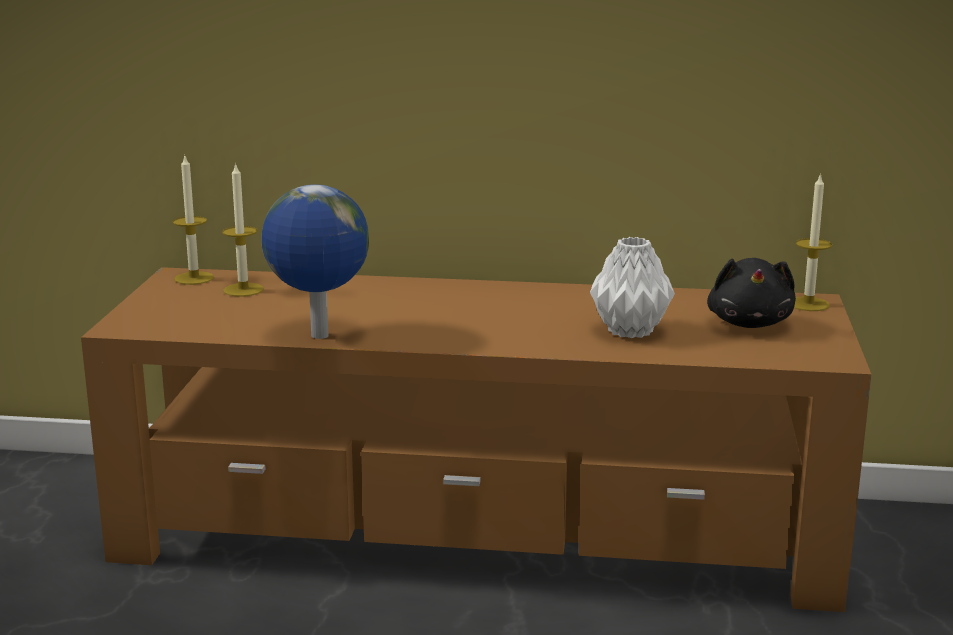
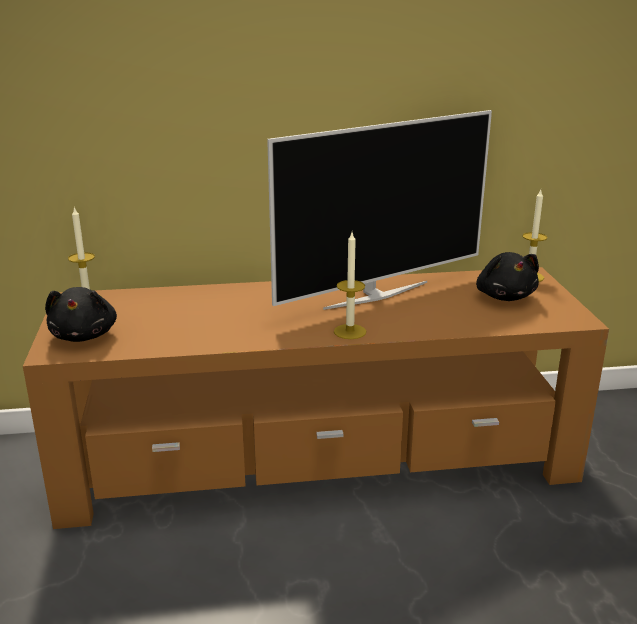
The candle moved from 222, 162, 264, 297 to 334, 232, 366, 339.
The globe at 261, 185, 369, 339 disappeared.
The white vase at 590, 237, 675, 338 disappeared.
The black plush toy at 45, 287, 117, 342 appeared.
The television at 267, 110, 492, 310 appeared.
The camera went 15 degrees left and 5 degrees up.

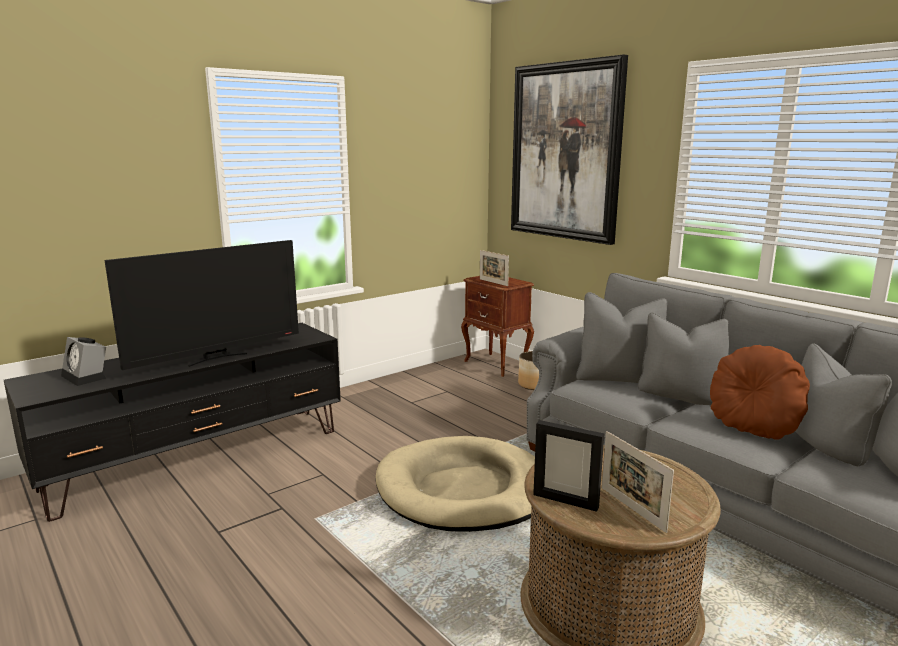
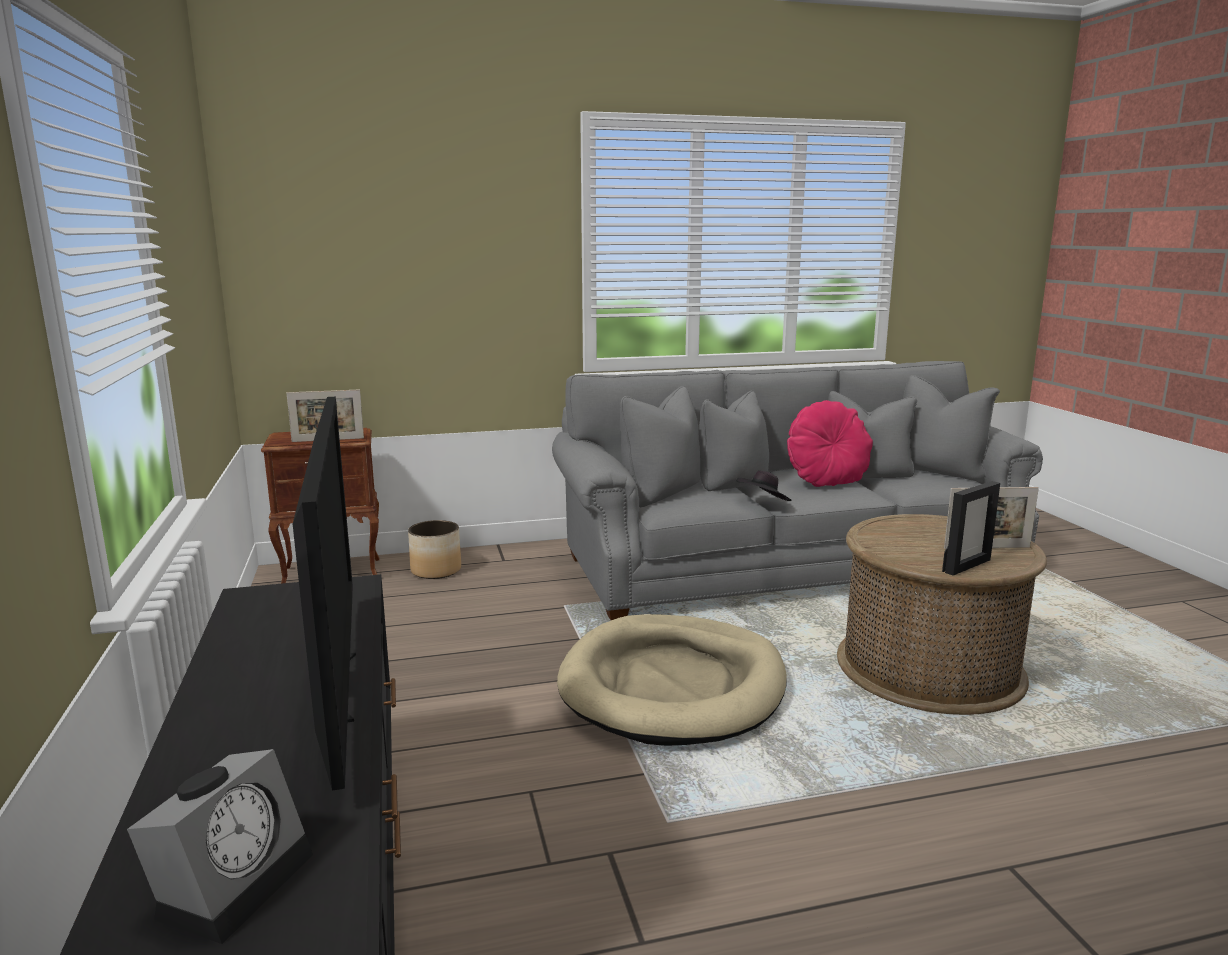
The alarm clock at 61, 337, 106, 386 turned 45 degrees counterclockwise.
The picture at 511, 54, 628, 245 disappeared.
The brown pillow at 710, 345, 810, 440 became the pink pillow at 787, 400, 873, 487.
The black hat at 736, 471, 792, 501 appeared.
The camera went 65 degrees left and 0 degrees up.

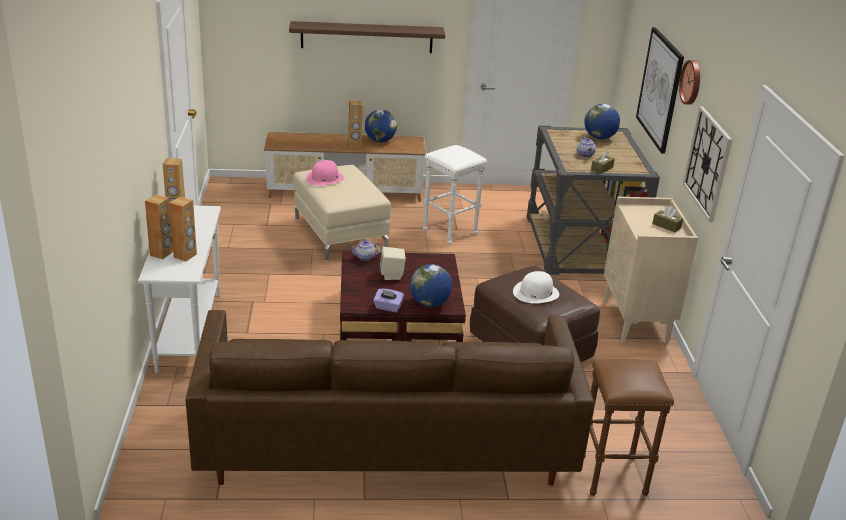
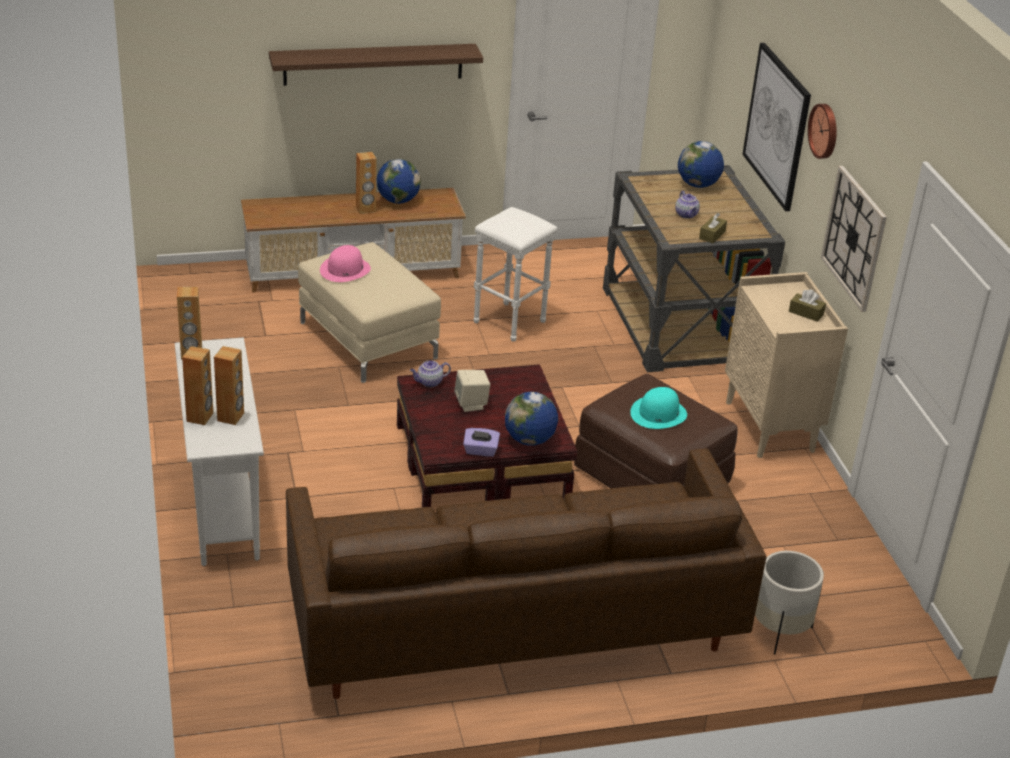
The white hat at 513, 271, 559, 303 became the turquoise hat at 630, 387, 687, 429.
The brown stool at 584, 359, 674, 496 was replaced by the white planter at 755, 551, 824, 654.
The camera went 10 degrees left and 5 degrees up.

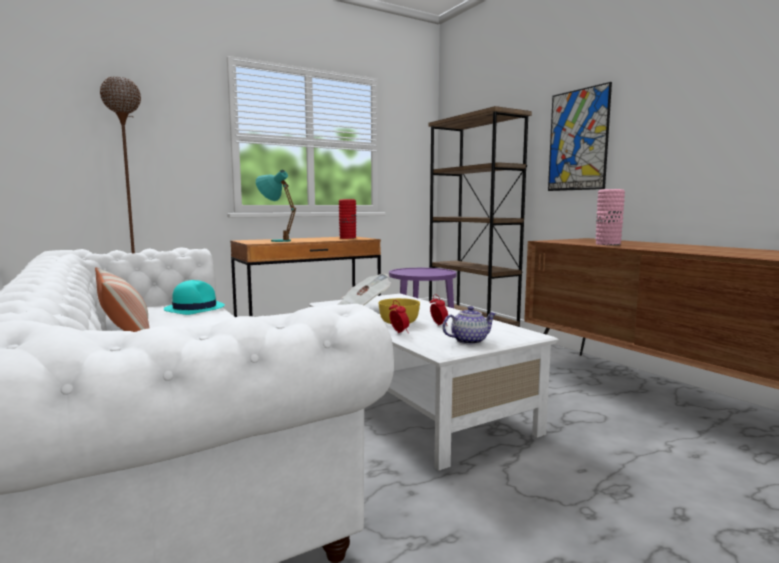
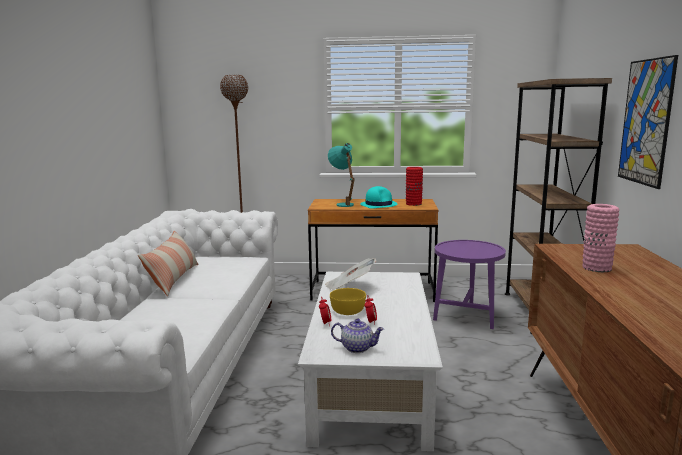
The turquoise hat moved from 164, 280, 225, 315 to 360, 186, 397, 209.
The camera went 35 degrees right and 5 degrees up.

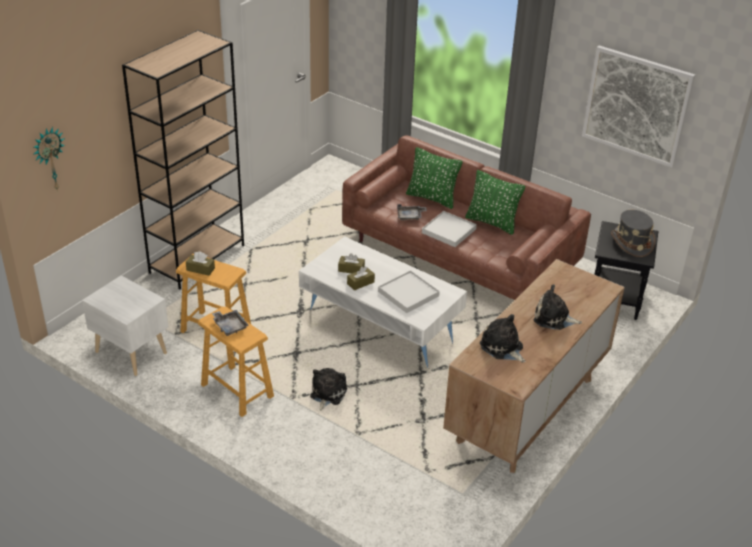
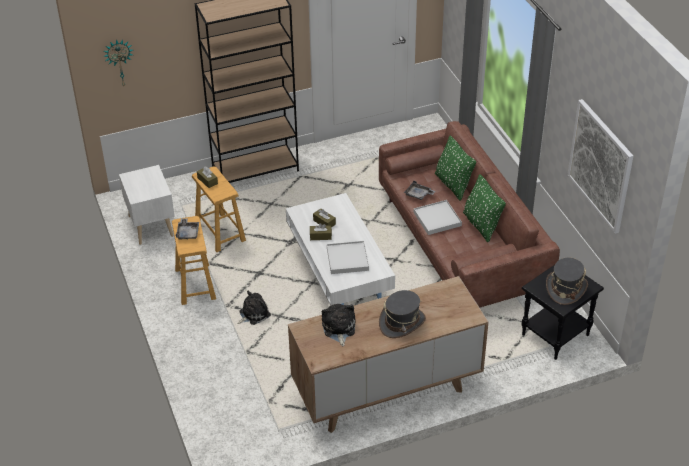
The plush toy at 534, 285, 582, 330 was replaced by the grey hat at 379, 290, 426, 338.
The camera went 35 degrees right and 5 degrees up.

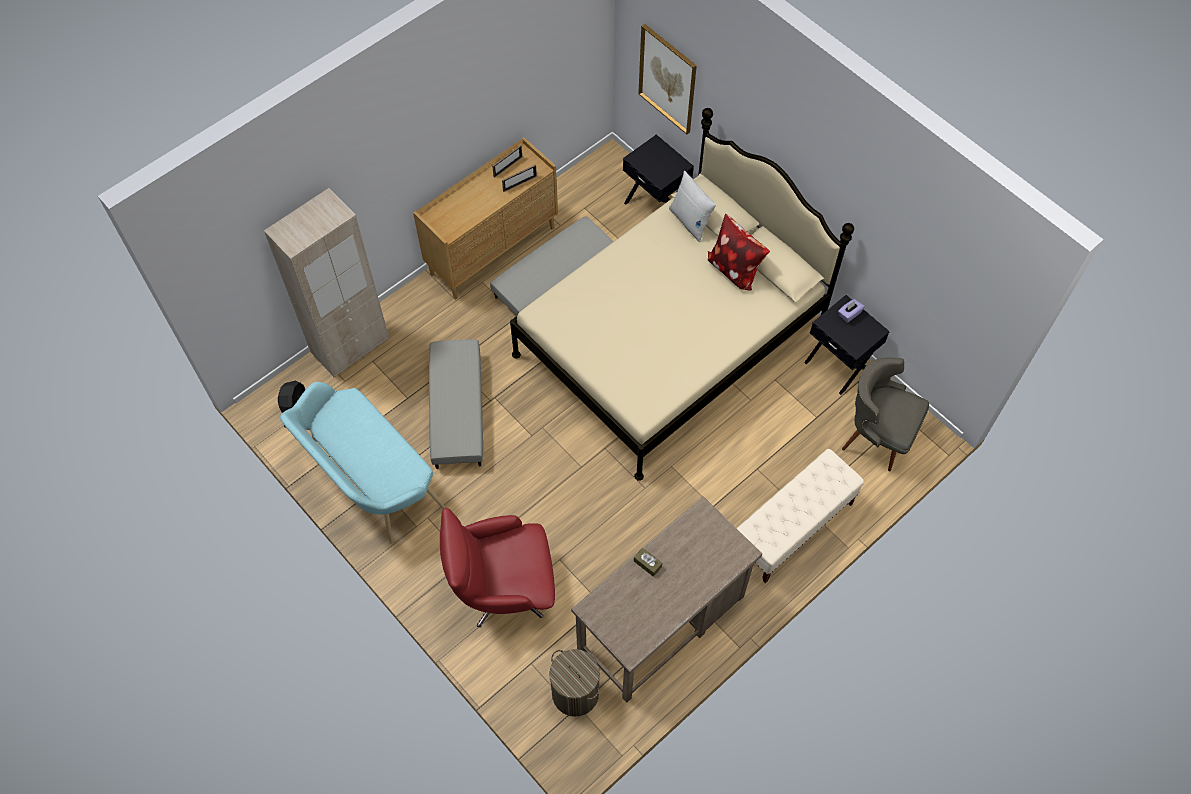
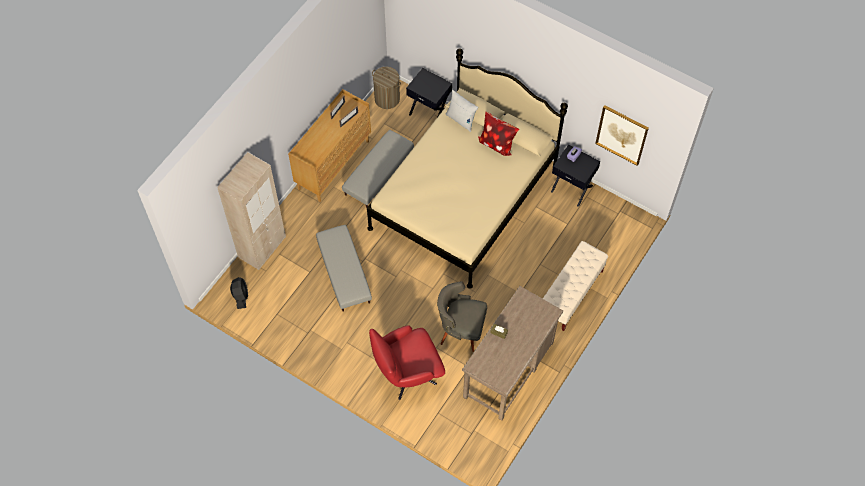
The turquoise bench at 280, 382, 445, 544 disappeared.
The laundry basket moved from 549, 649, 600, 717 to 372, 67, 401, 109.
The picture moved from 638, 24, 697, 134 to 595, 105, 649, 166.
The grey chair moved from 842, 358, 929, 471 to 437, 281, 487, 352.
The camera went 15 degrees left and 0 degrees up.

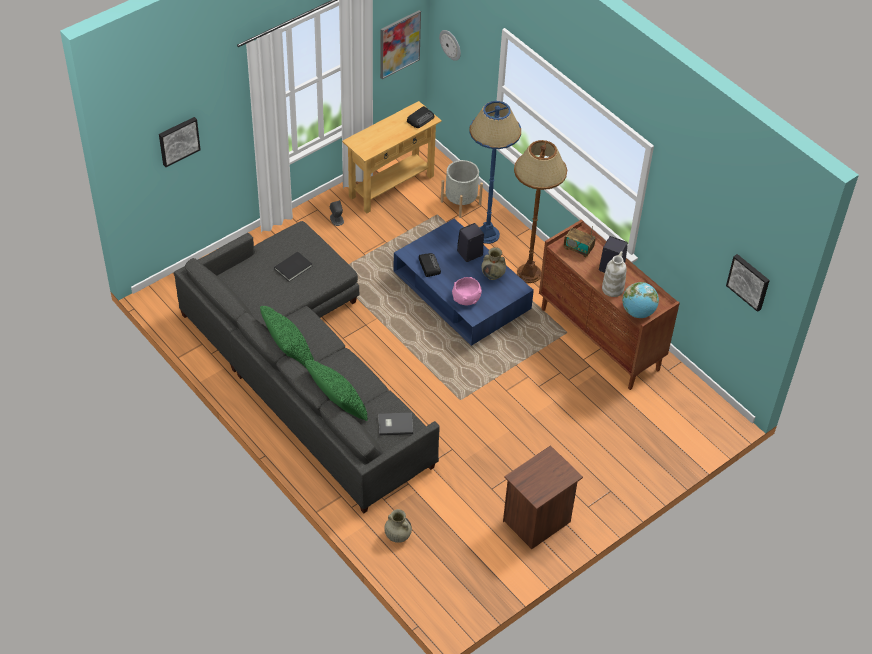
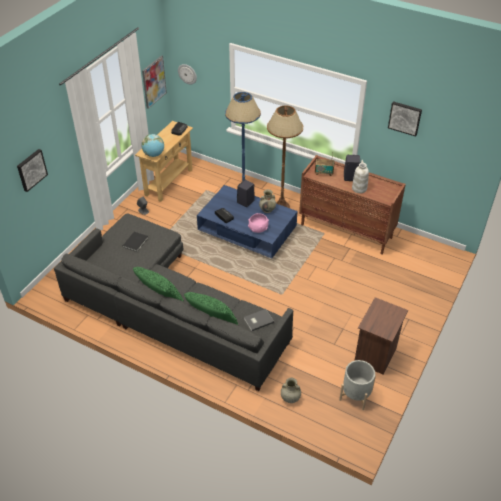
The grey planter moved from 441, 160, 483, 218 to 339, 360, 376, 410.
The globe moved from 622, 282, 659, 318 to 142, 134, 164, 157.
The picture moved from 726, 254, 770, 312 to 388, 101, 422, 137.
The camera went 20 degrees left and 5 degrees down.

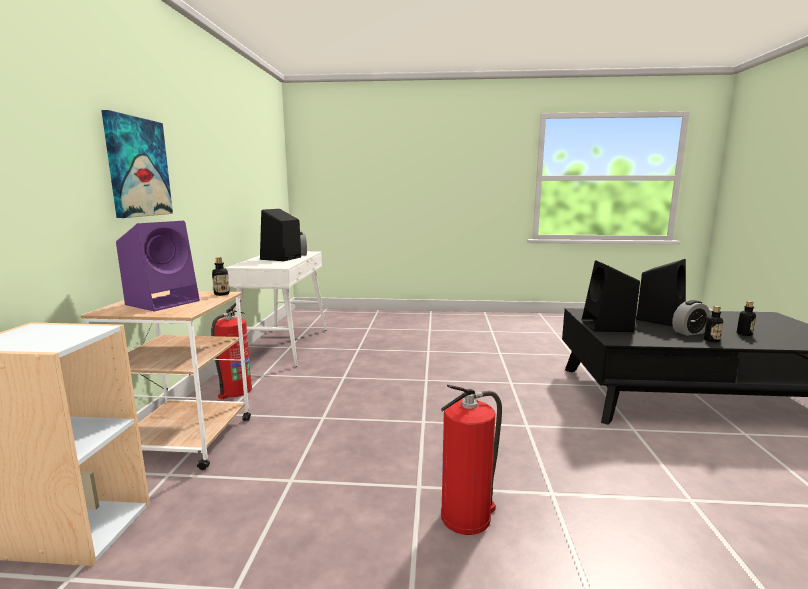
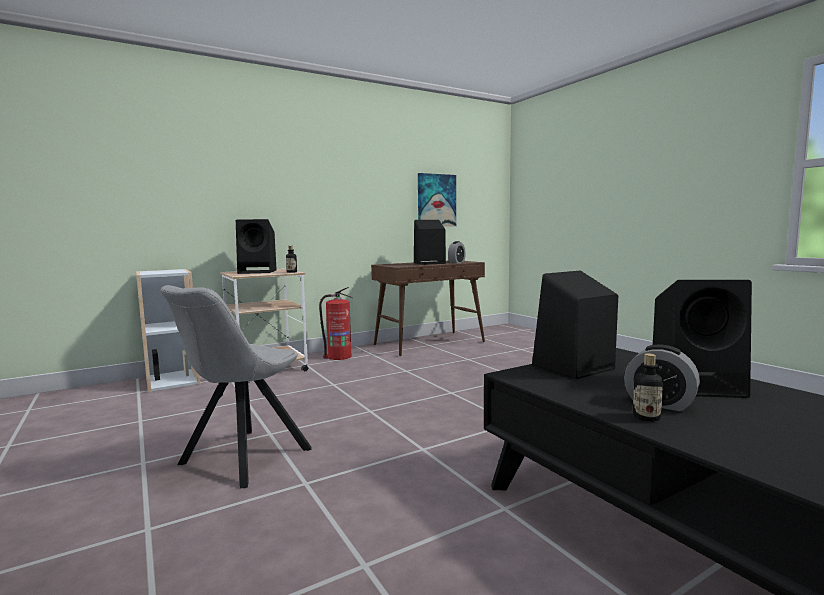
The picture moved from 101, 110, 173, 218 to 418, 173, 456, 226.
The purple speaker at 116, 221, 200, 311 became the black speaker at 236, 219, 277, 274.
The white console table at 225, 251, 327, 367 became the brown console table at 371, 261, 485, 356.
The fire extinguisher at 441, 385, 502, 535 was replaced by the grey chair at 161, 285, 312, 488.
The bottle at 737, 301, 756, 336 disappeared.
The camera went 55 degrees right and 5 degrees down.

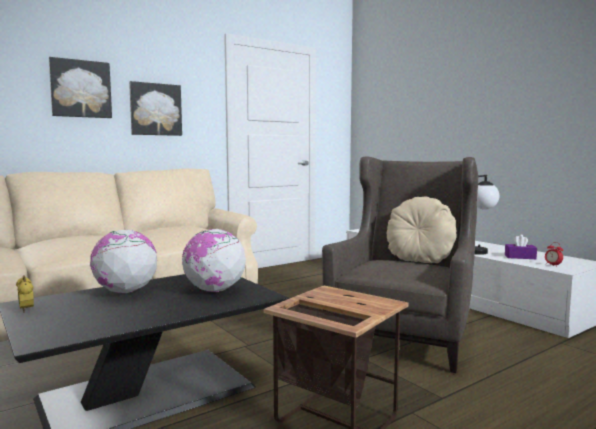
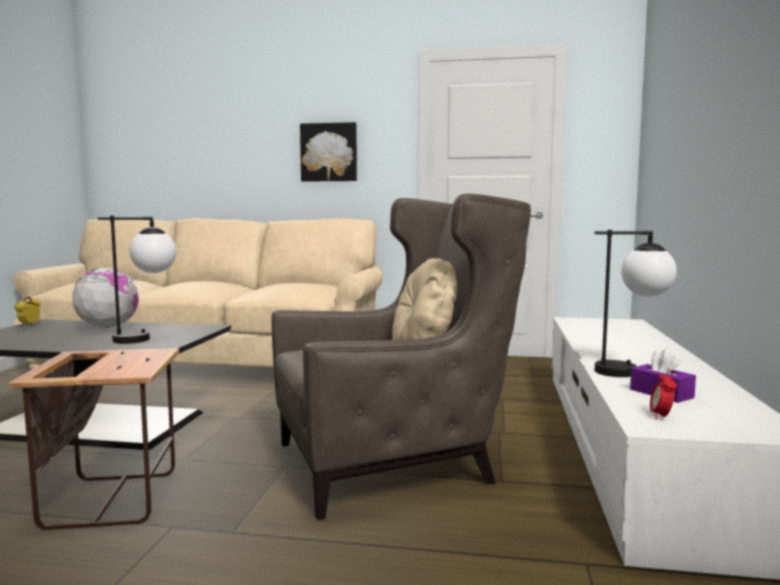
The picture at 49, 57, 112, 118 disappeared.
The globe at 182, 229, 246, 292 was replaced by the table lamp at 98, 216, 176, 344.
The camera went 45 degrees right and 0 degrees up.

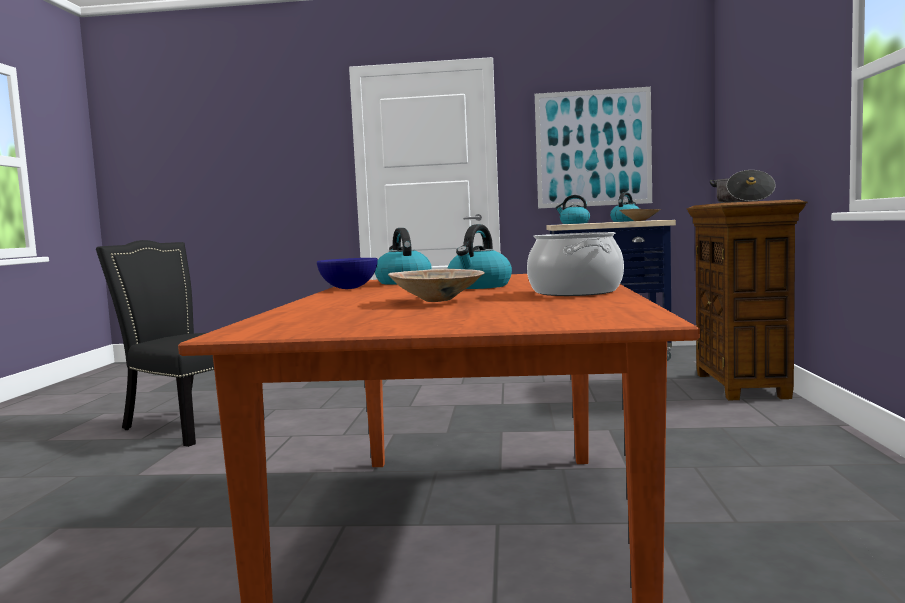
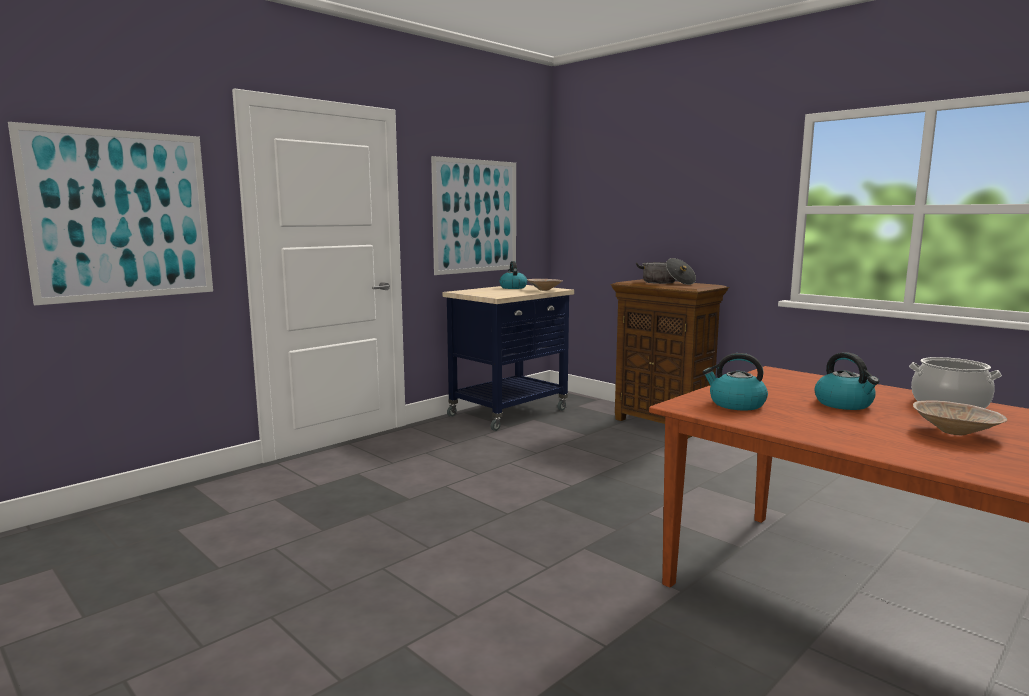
The black chair at 96, 240, 264, 447 disappeared.
The blue bowl at 317, 258, 378, 289 disappeared.
The kettle at 556, 195, 590, 224 disappeared.
The picture at 8, 122, 213, 306 appeared.
The camera went 50 degrees left and 5 degrees up.

